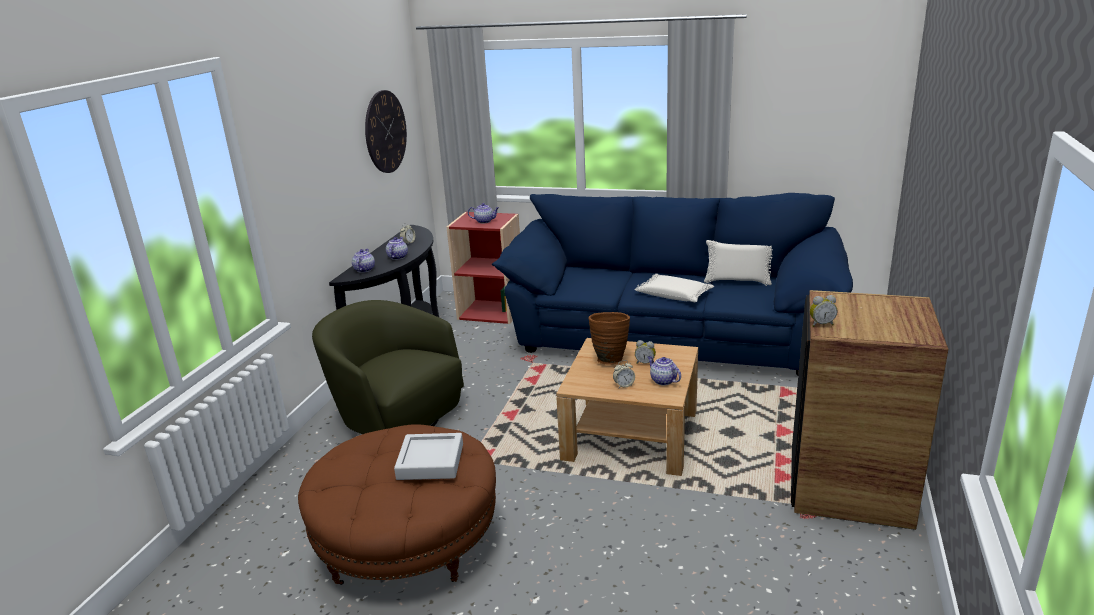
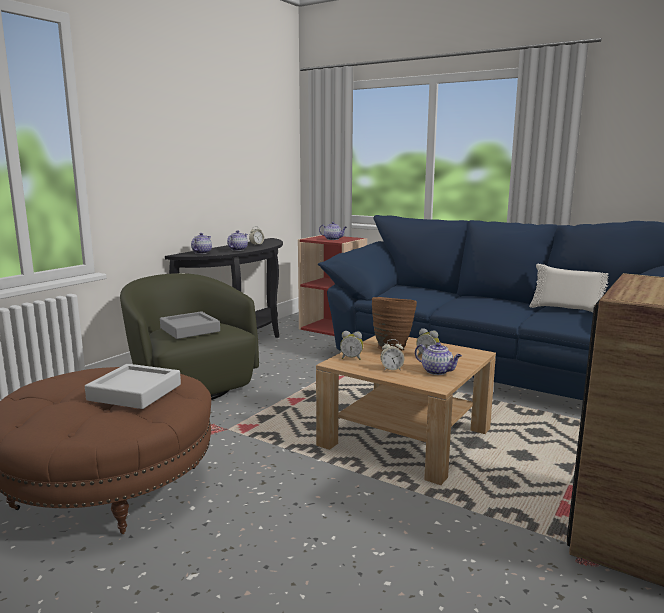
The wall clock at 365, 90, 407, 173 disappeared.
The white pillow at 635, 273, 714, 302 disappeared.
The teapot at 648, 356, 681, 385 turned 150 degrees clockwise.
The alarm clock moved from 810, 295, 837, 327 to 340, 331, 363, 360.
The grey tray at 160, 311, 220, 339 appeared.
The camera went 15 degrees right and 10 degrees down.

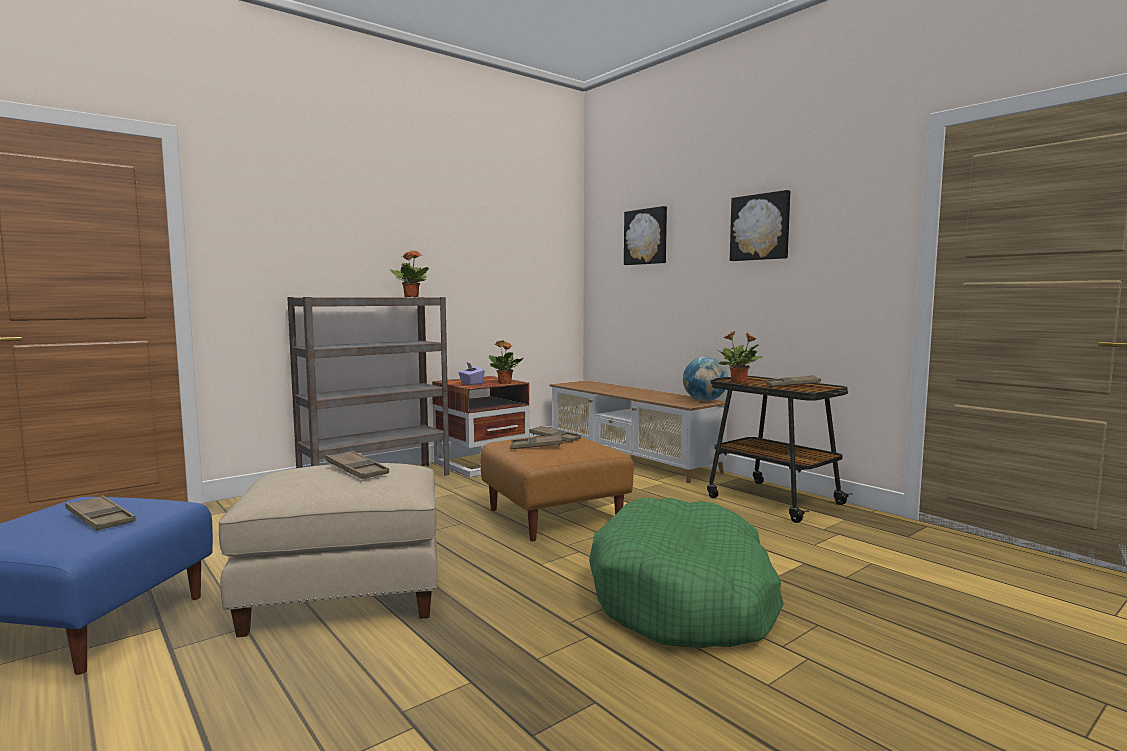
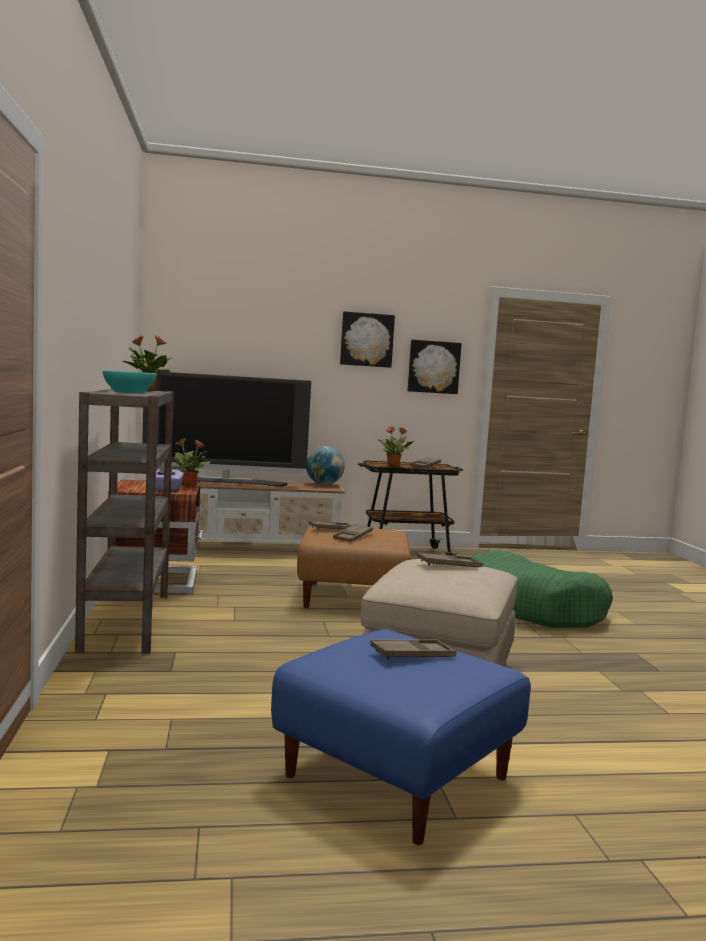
The picture moved from 624, 206, 667, 265 to 407, 340, 462, 394.
The turquoise bowl at 103, 370, 157, 393 appeared.
The television at 142, 371, 311, 487 appeared.
The camera went 60 degrees left and 0 degrees up.

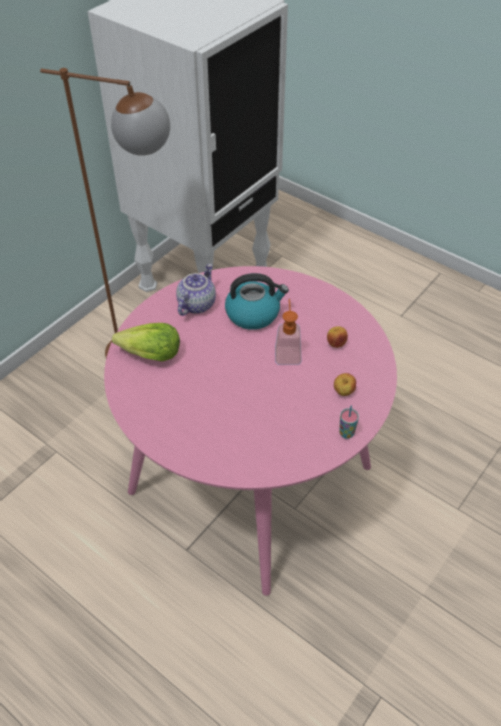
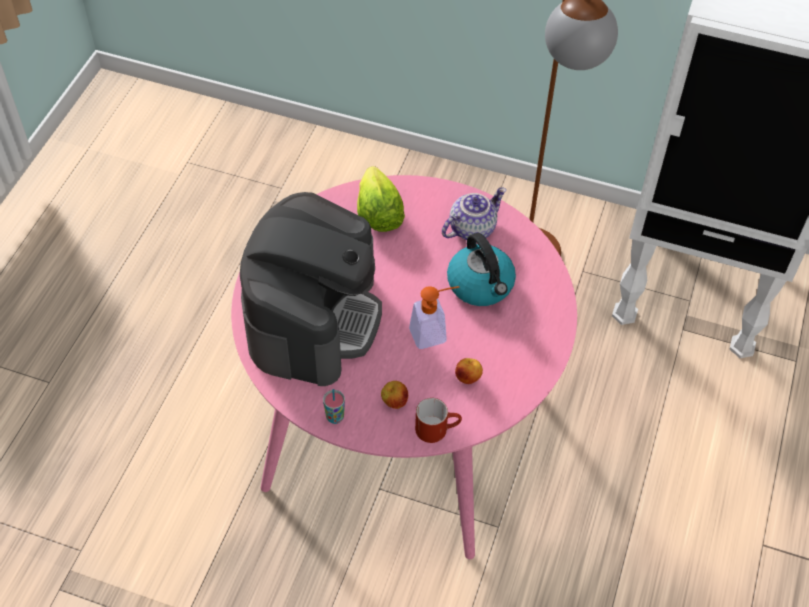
The teapot at 176, 264, 216, 316 turned 45 degrees counterclockwise.
The coffee machine at 240, 192, 382, 386 appeared.
The red mug at 415, 398, 462, 443 appeared.
The camera went 70 degrees right and 5 degrees up.

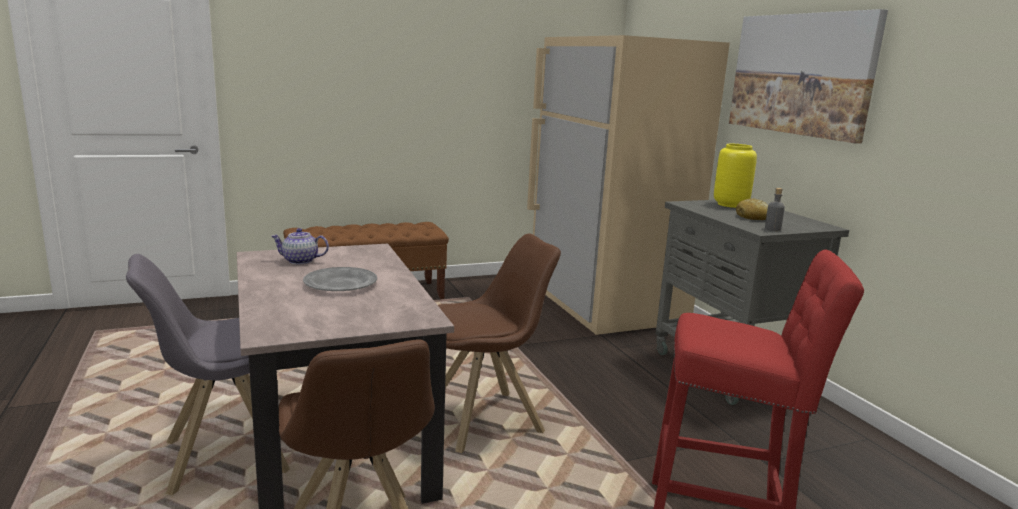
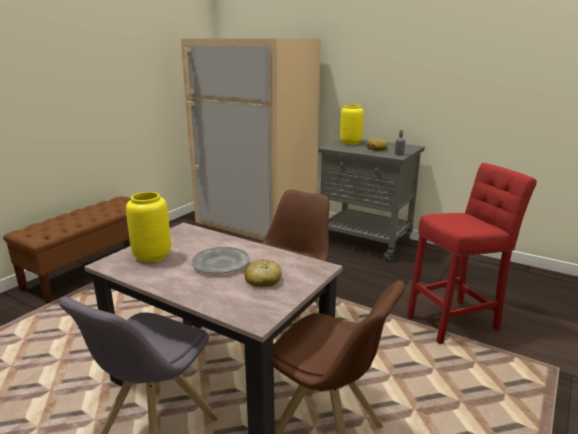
The teapot at 271, 228, 329, 264 was replaced by the yellow vase at 126, 192, 171, 263.
The picture at 729, 9, 888, 143 disappeared.
The bread at 245, 259, 281, 287 appeared.
The camera went 35 degrees left and 5 degrees up.

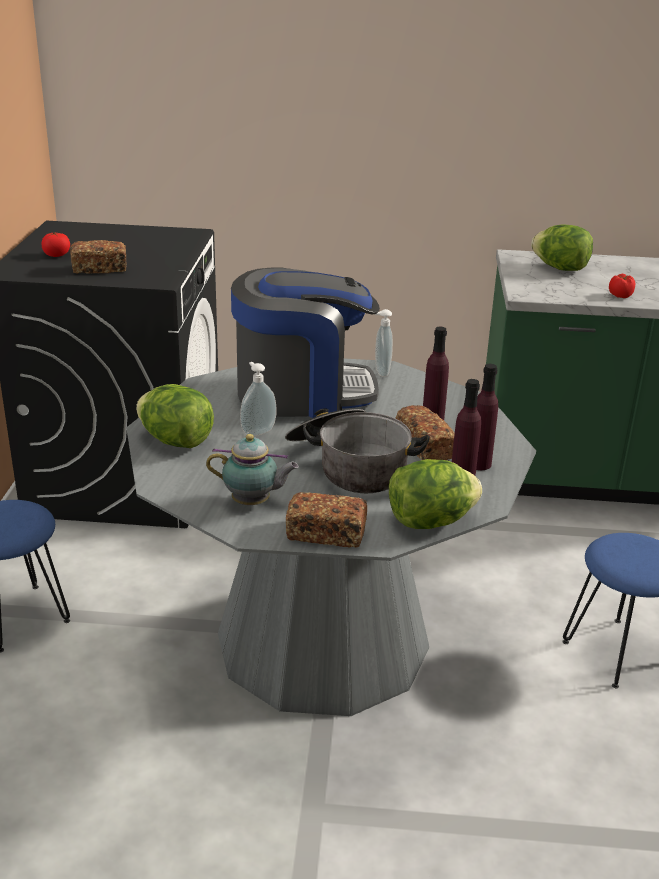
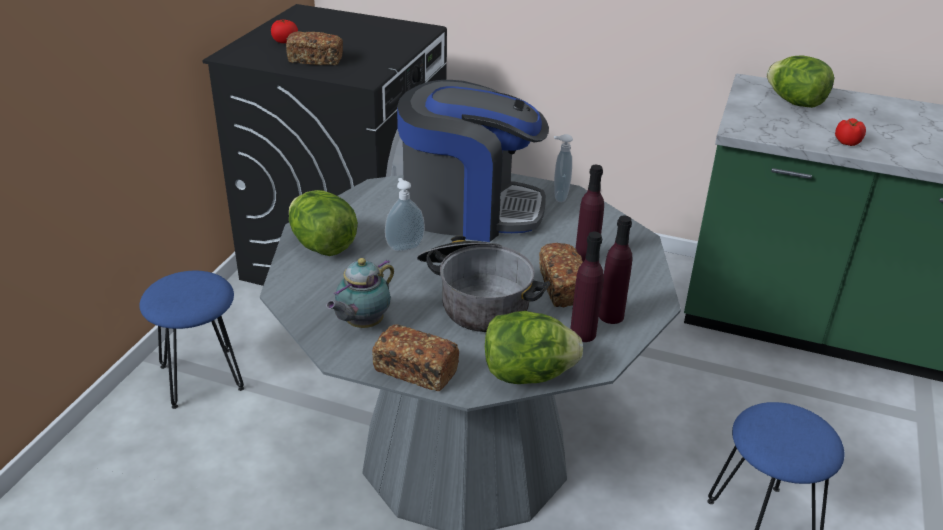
The teapot at 206, 434, 299, 505 turned 105 degrees clockwise.
The camera went 15 degrees right and 5 degrees up.

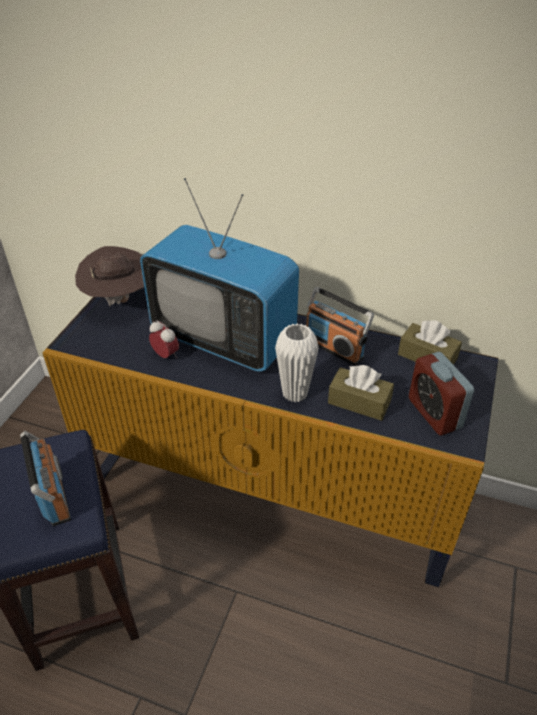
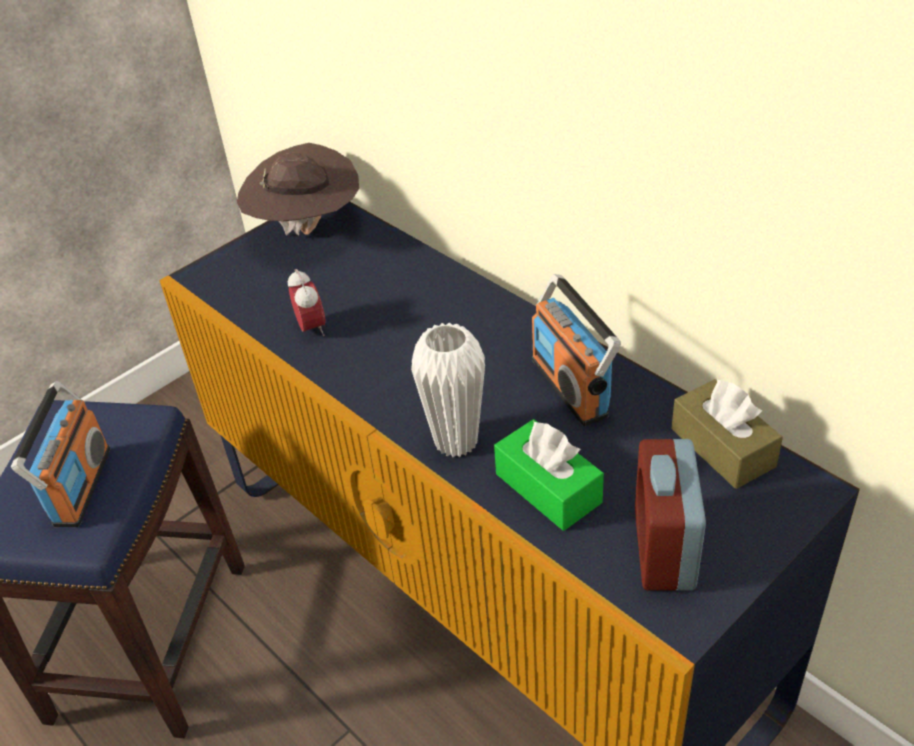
The television at 140, 178, 299, 372 disappeared.
The brown tissue box at 328, 365, 394, 421 became the green tissue box at 494, 419, 604, 531.
The camera went 30 degrees right and 0 degrees up.

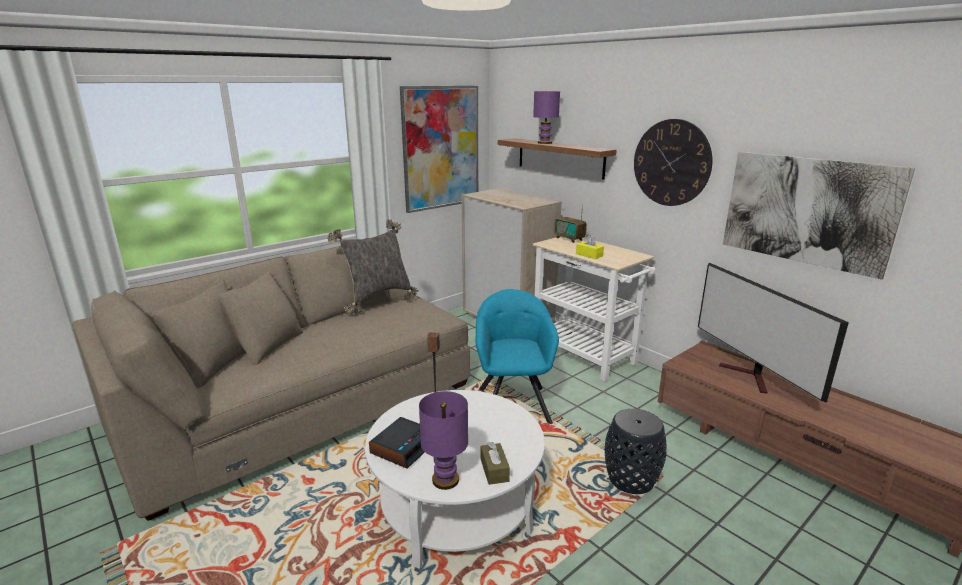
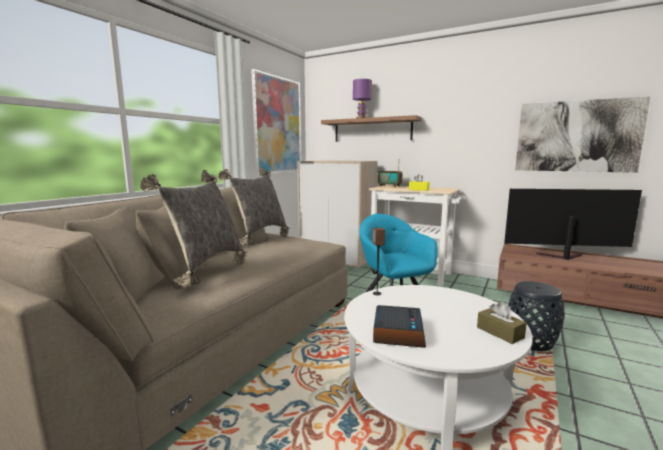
The purple table lamp at 419, 391, 468, 490 disappeared.
The wall clock at 634, 119, 713, 206 disappeared.
The television at 698, 263, 849, 403 turned 135 degrees clockwise.
The pillow at 140, 170, 247, 288 appeared.
The camera went 20 degrees left and 10 degrees down.

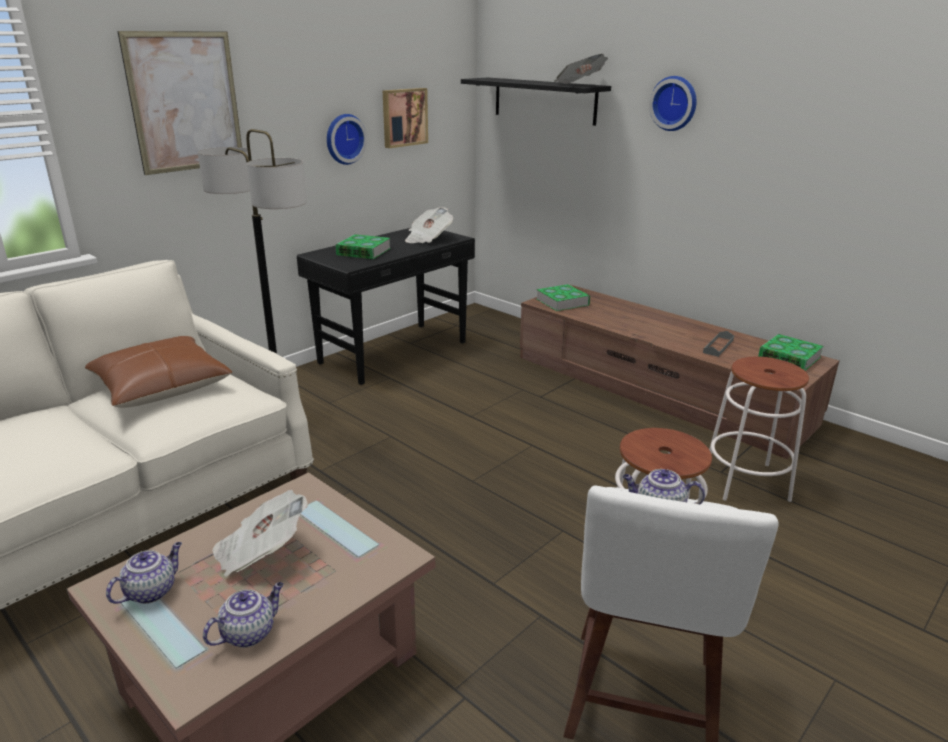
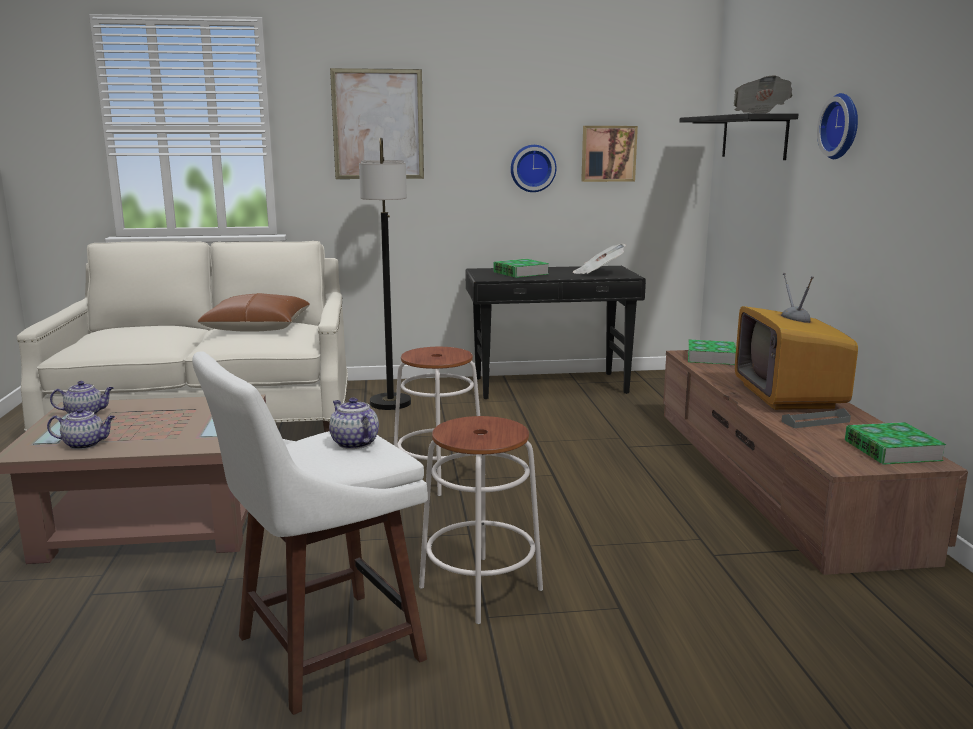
The newspaper at 212, 490, 308, 577 disappeared.
The white stool moved from 709, 357, 809, 502 to 394, 347, 480, 496.
The television at 735, 273, 858, 410 appeared.
The camera went 40 degrees right and 10 degrees down.

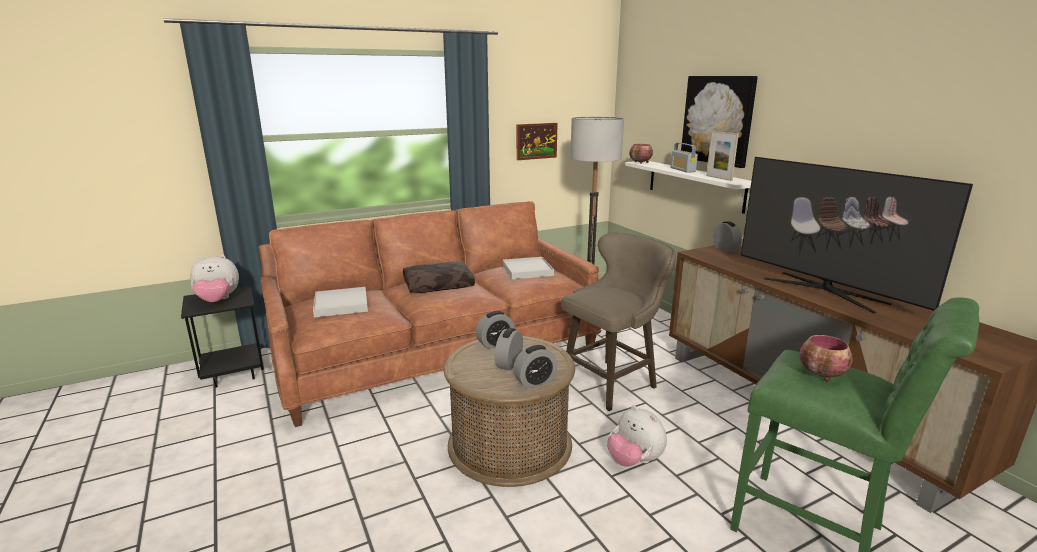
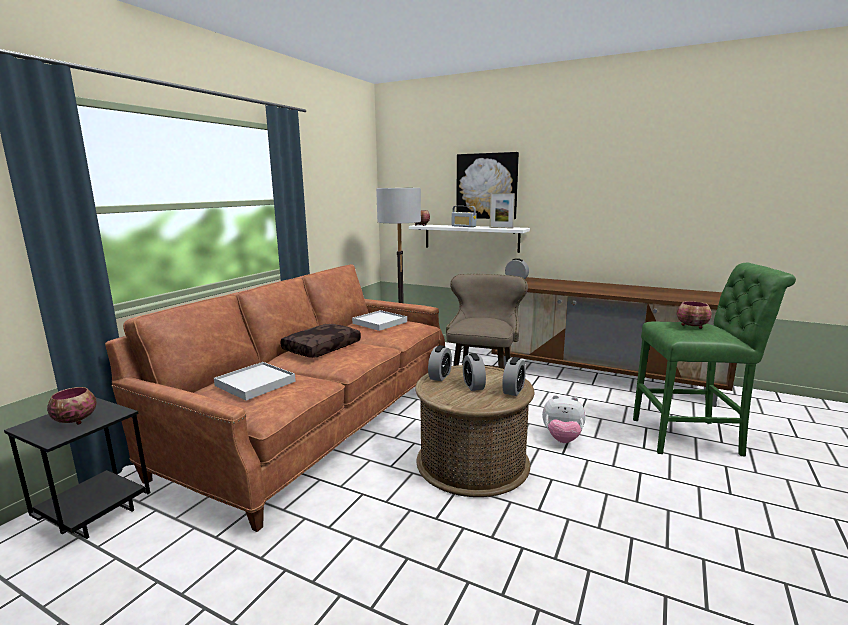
The plush toy at 190, 255, 239, 302 was replaced by the bowl at 47, 387, 97, 425.
The picture at 517, 123, 558, 160 disappeared.
The television at 741, 157, 973, 313 disappeared.
The camera went 35 degrees left and 5 degrees down.

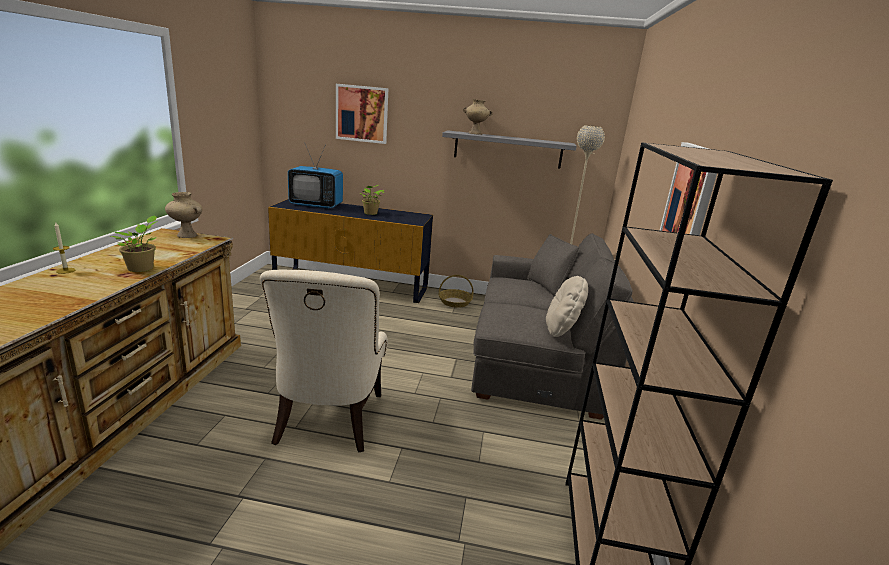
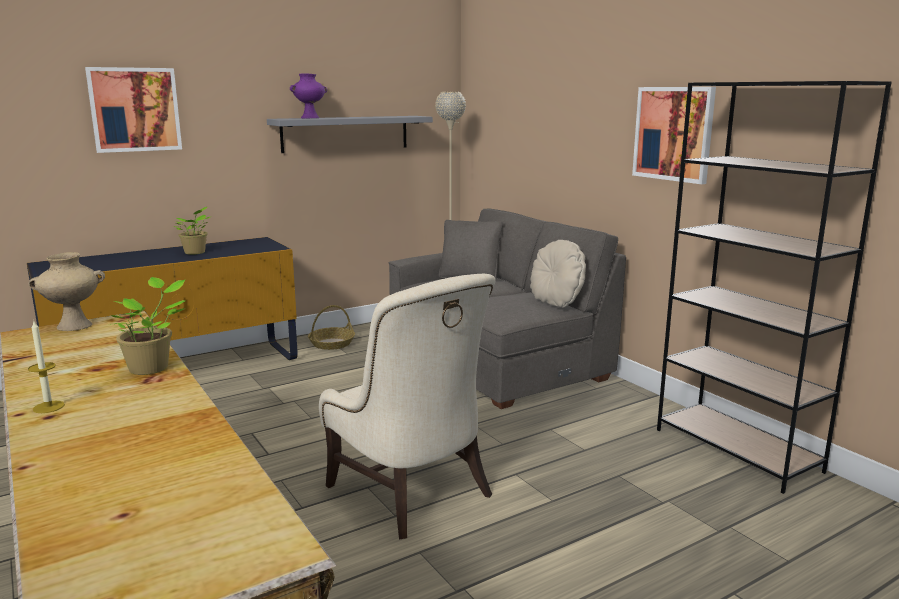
The television at 288, 144, 343, 209 disappeared.
The beige vase at 463, 99, 493, 135 became the purple vase at 290, 74, 327, 118.
The camera went 40 degrees left and 5 degrees down.

